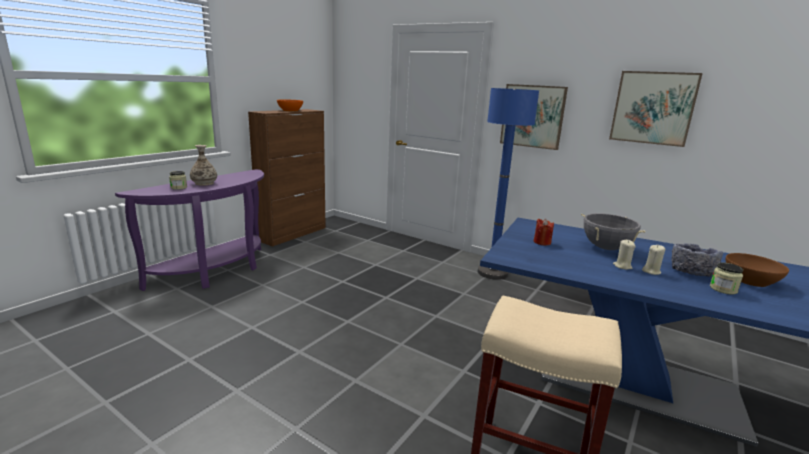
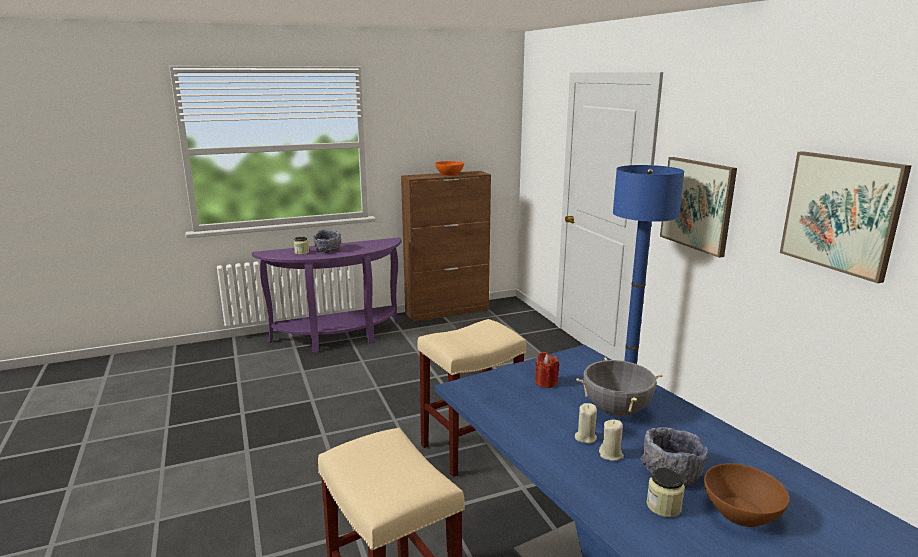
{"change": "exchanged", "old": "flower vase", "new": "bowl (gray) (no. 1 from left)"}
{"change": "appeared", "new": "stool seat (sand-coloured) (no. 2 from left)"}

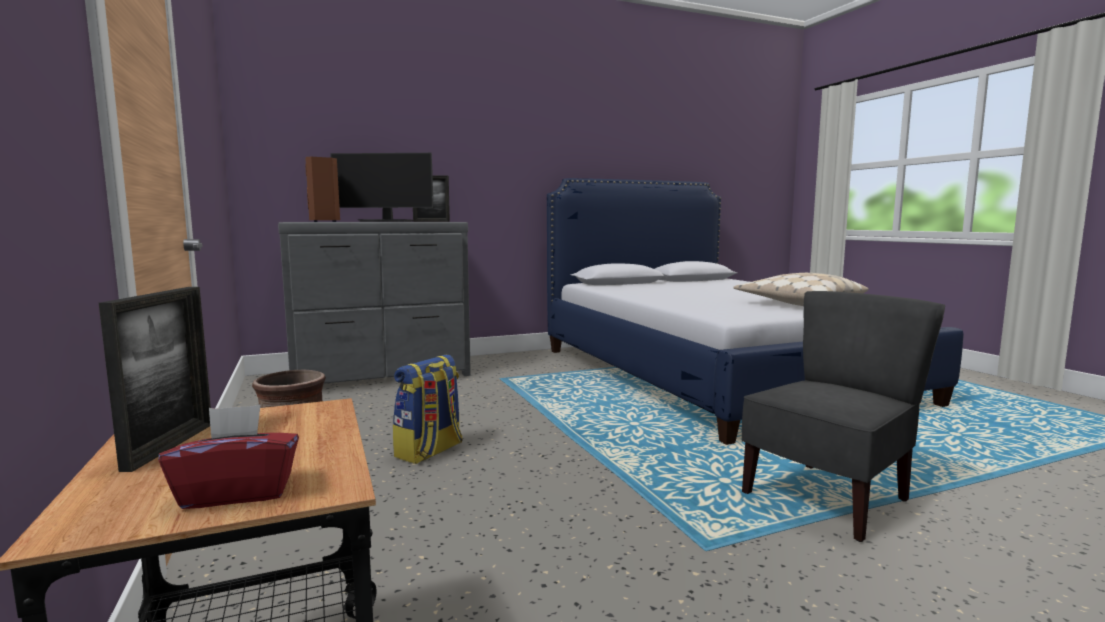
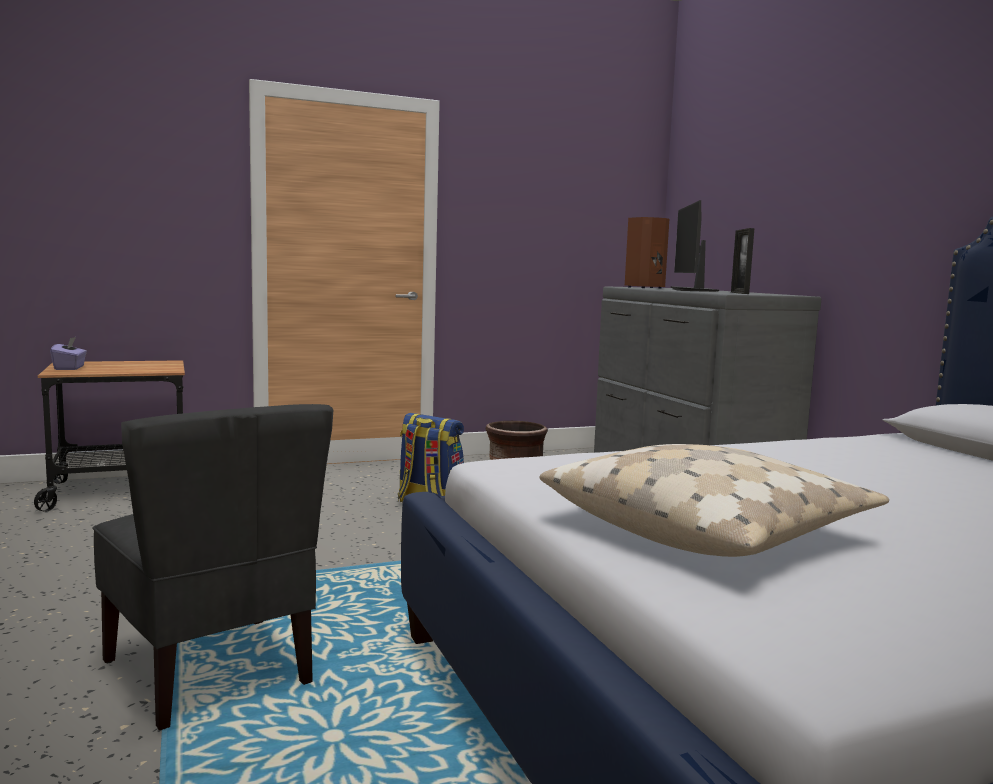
{"change": "missing", "old": "picture frame (no. 1 from left)"}
{"change": "colour", "old": "box of tissues (reddish)", "new": "box of tissues (purplish)"}

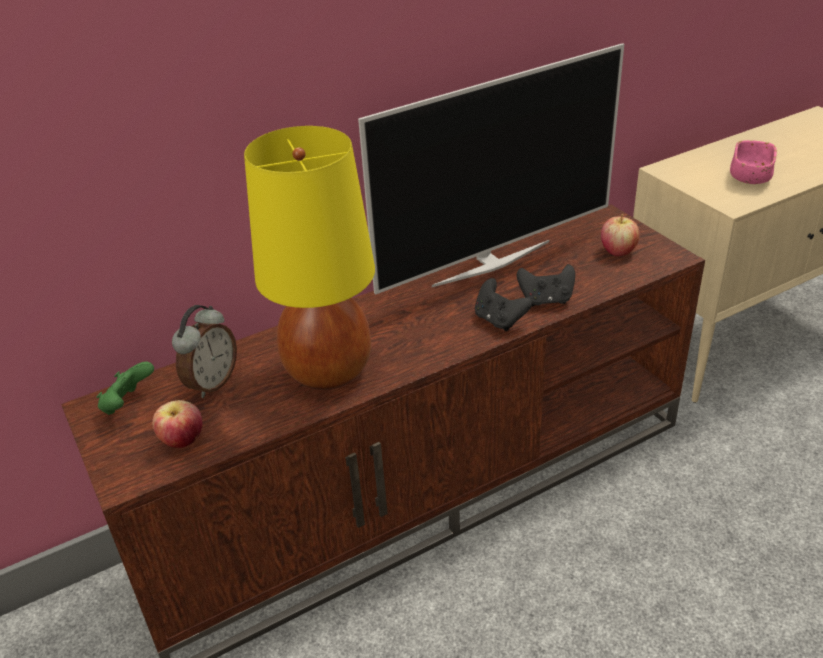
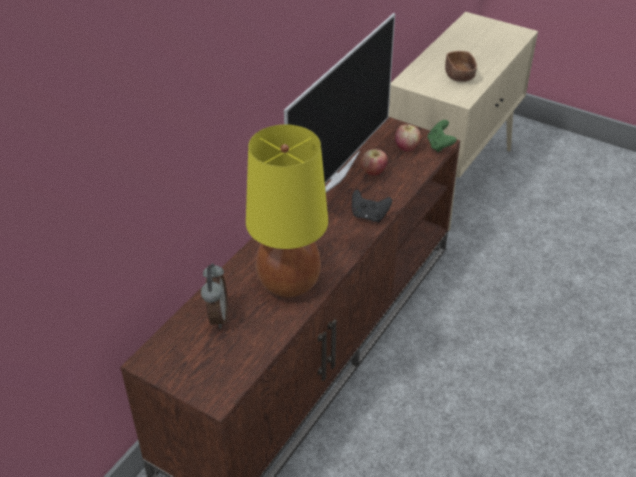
{"change": "colour", "old": "bowl (pinkish)", "new": "bowl (brown-coloured)"}
{"change": "missing", "old": "joypad (black-coloured) (no. 2 from left)"}
{"change": "relocated", "old": "joypad (green)"}
{"change": "relocated", "old": "apple fruit (no. 1 from left)"}

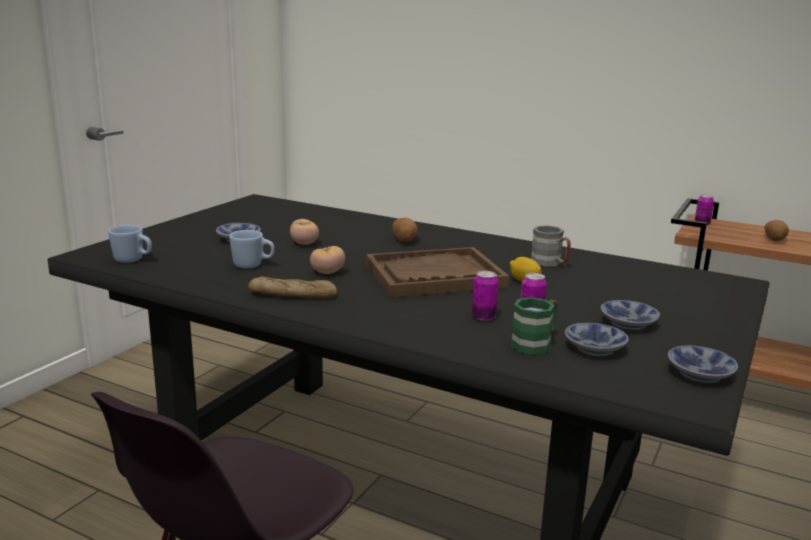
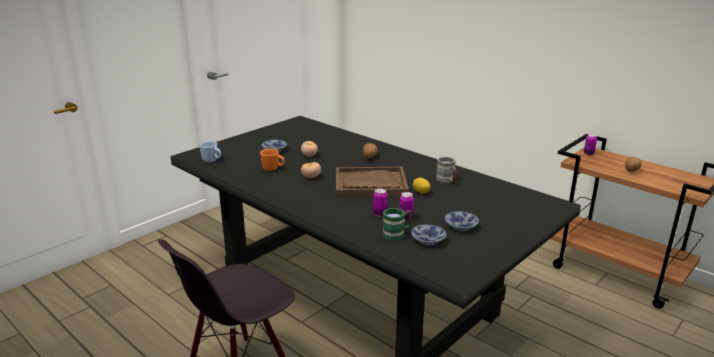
{"change": "colour", "old": "mug (bluish) (no. 2 from left)", "new": "mug (orange)"}
{"change": "missing", "old": "bread"}
{"change": "missing", "old": "bowl (no. 4 from left)"}

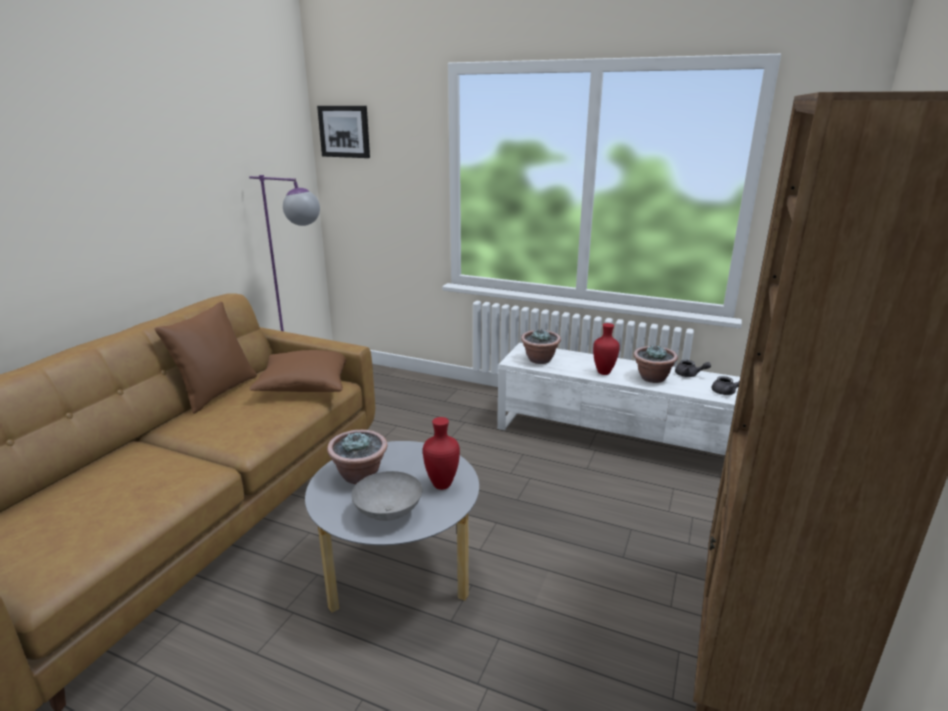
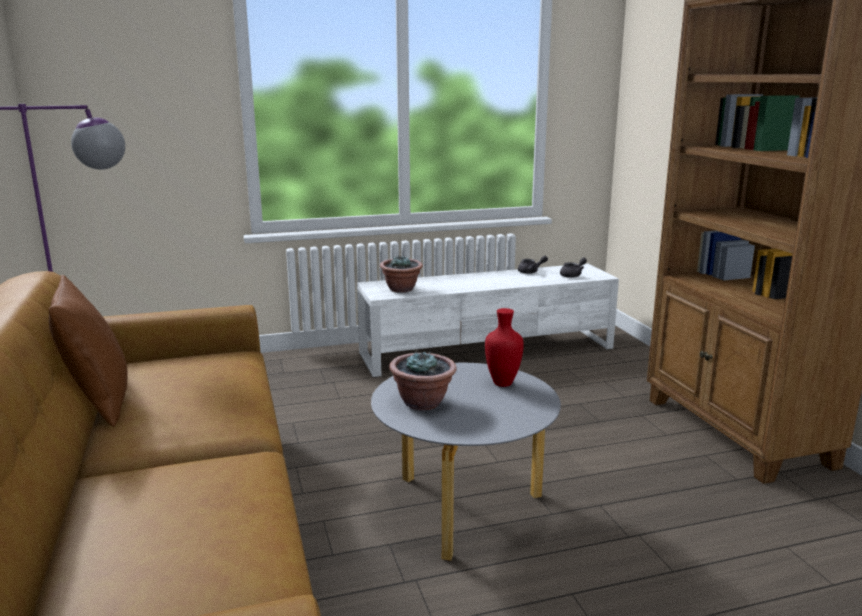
{"change": "missing", "old": "wall art"}
{"change": "missing", "old": "flower vase (reddish) (no. 2 from left)"}
{"change": "missing", "old": "plant in a pot (no. 3 from left)"}
{"change": "missing", "old": "pillow (brown-coloured) (no. 2 from left)"}
{"change": "missing", "old": "bowl (gray)"}

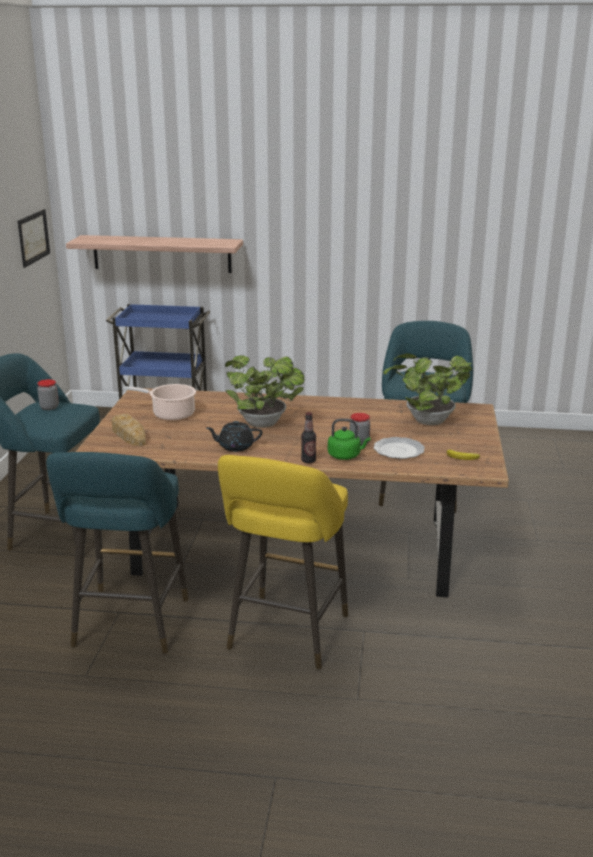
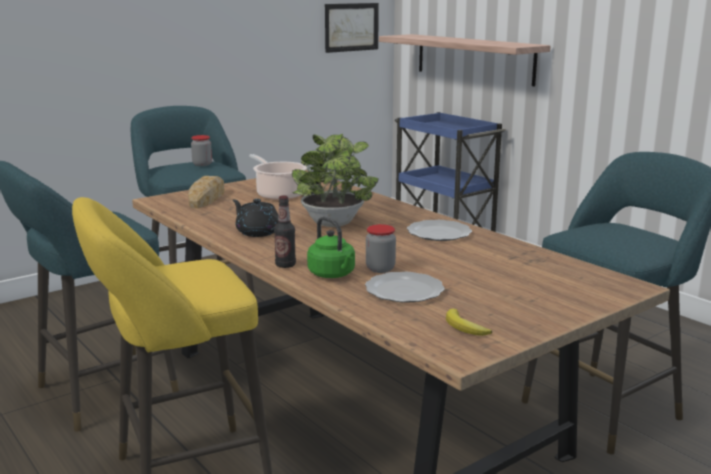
{"change": "missing", "old": "plant in a pot (no. 2 from left)"}
{"change": "appeared", "new": "plate (no. 2 from left)"}

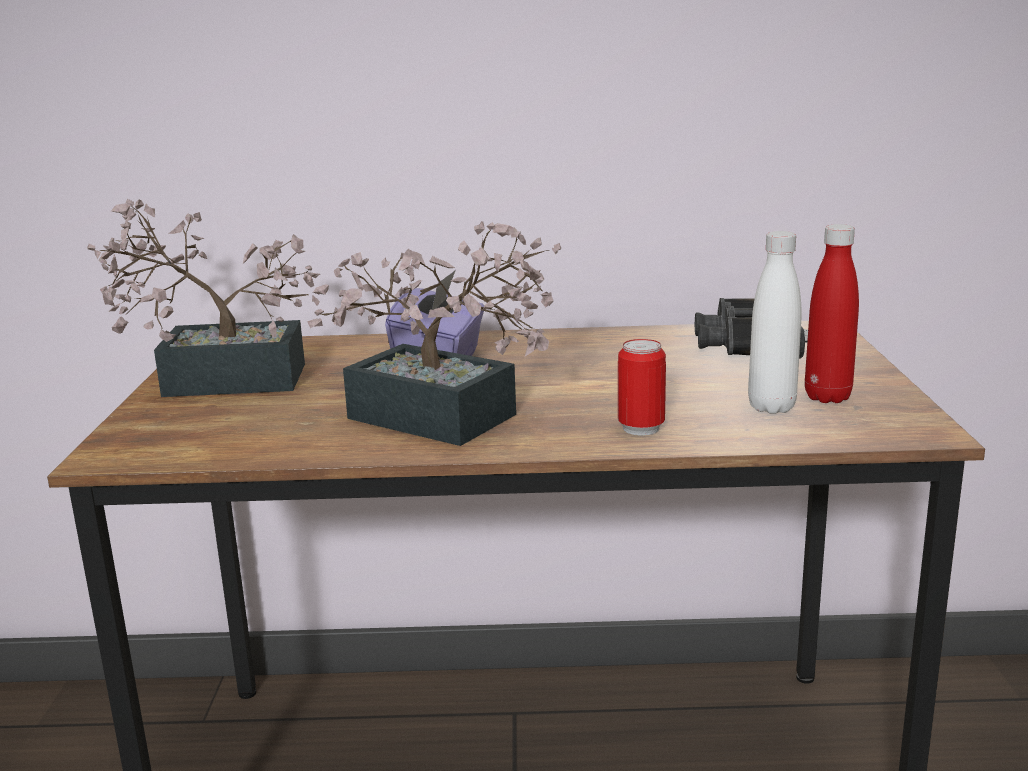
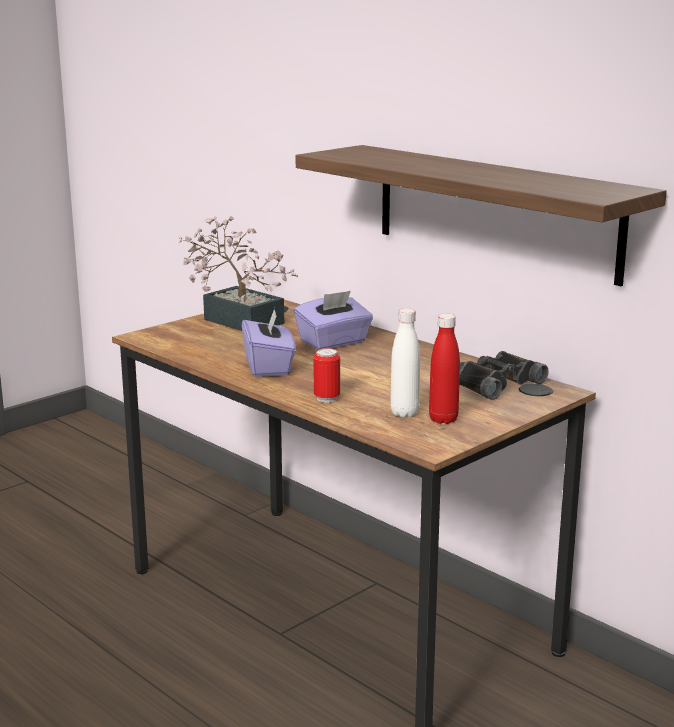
{"change": "exchanged", "old": "plant in a pot (no. 2 from left)", "new": "box of tissues (purplish) (no. 1 from left)"}
{"change": "appeared", "new": "shelf"}

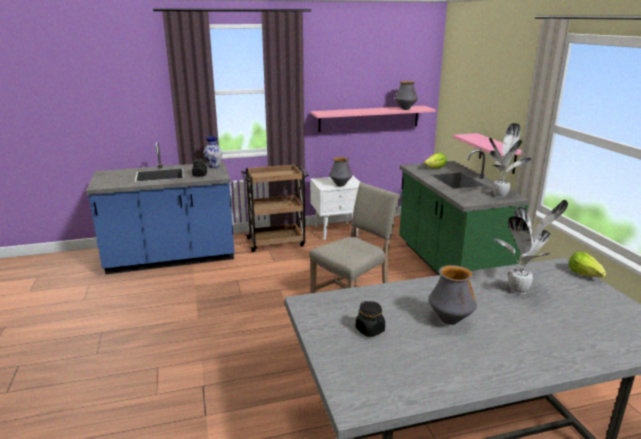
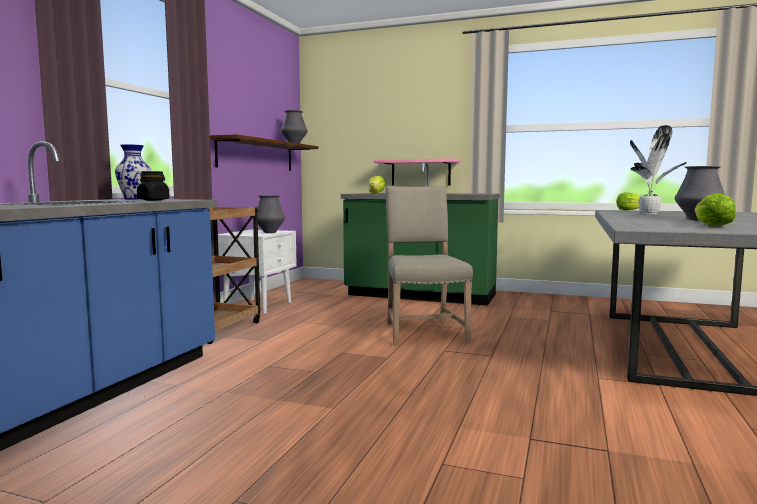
{"change": "colour", "old": "shelf (pinkish) (no. 1 from left)", "new": "shelf (brown-coloured)"}
{"change": "missing", "old": "plant in a pot (no. 1 from left)"}
{"change": "exchanged", "old": "jar (black-coloured) (no. 2 from left)", "new": "lettuce (no. 3 from left)"}

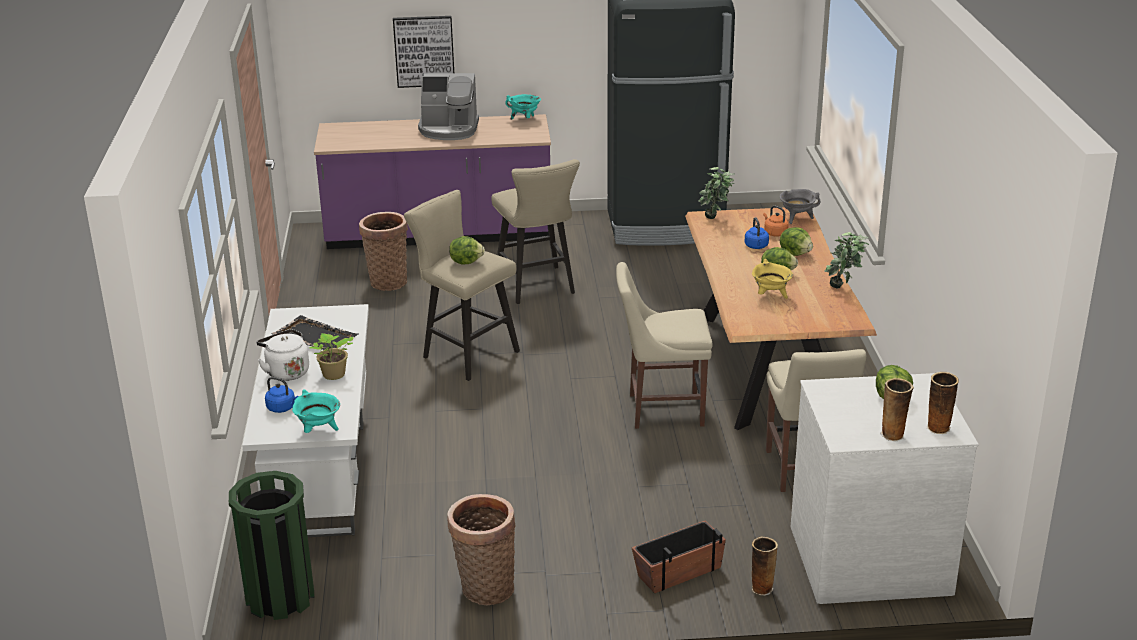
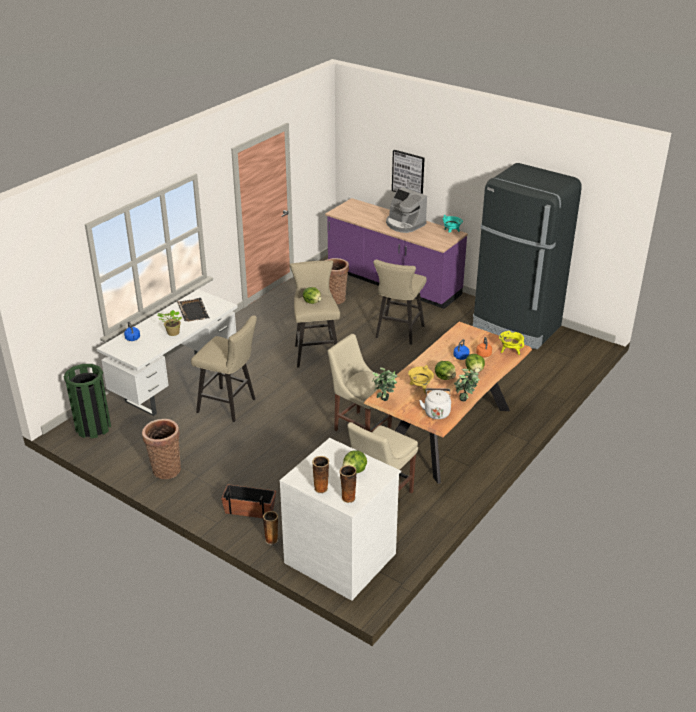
{"change": "relocated", "old": "plant in a pot (no. 2 from left)"}
{"change": "colour", "old": "cooking pot (gray)", "new": "cooking pot (yellow-coloured) (no. 2 from left)"}
{"change": "relocated", "old": "water kettle (white-coloured)"}
{"change": "missing", "old": "cooking pot (blue-green) (no. 1 from left)"}
{"change": "appeared", "new": "stool seat (sand-coloured) (no. 1 from left)"}

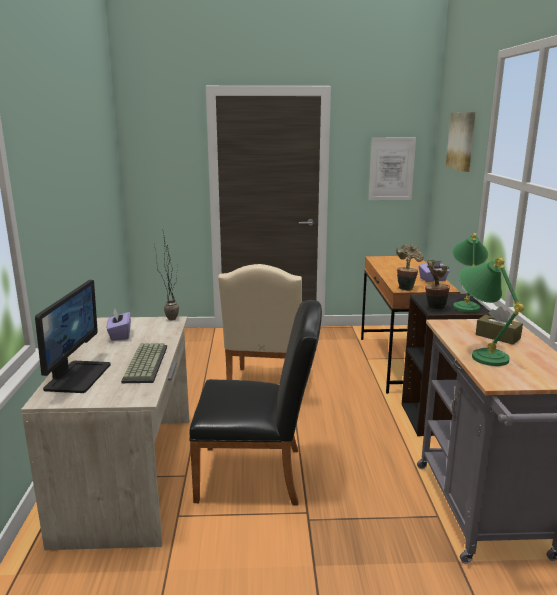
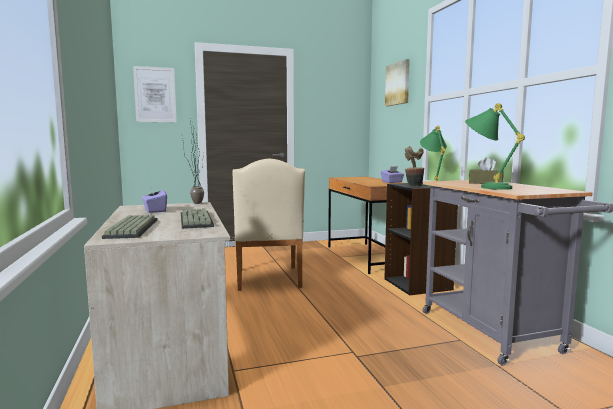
{"change": "relocated", "old": "wall art (no. 1 from left)"}
{"change": "missing", "old": "plant in a pot (no. 2 from left)"}
{"change": "exchanged", "old": "computer display", "new": "computer keyboard (no. 1 from left)"}
{"change": "missing", "old": "chair (black-coloured)"}

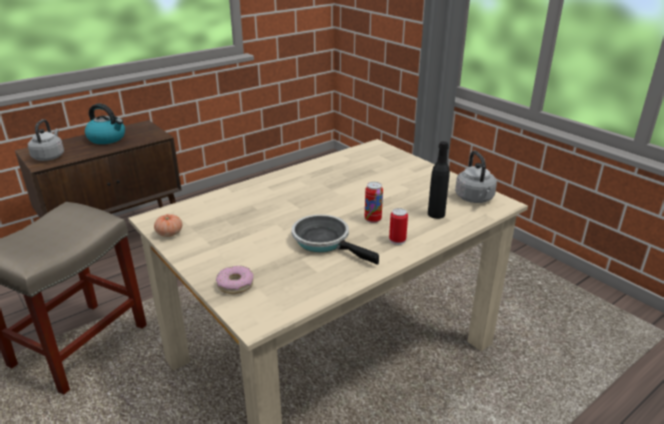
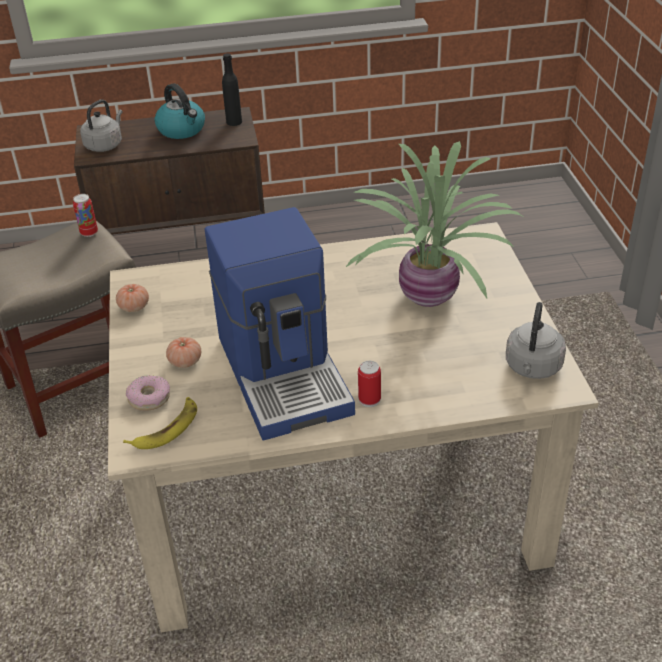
{"change": "relocated", "old": "drink bottle (black-coloured)"}
{"change": "relocated", "old": "can (no. 1 from left)"}
{"change": "exchanged", "old": "frying pan", "new": "coffee brewer"}
{"change": "appeared", "new": "plant in a pot"}
{"change": "appeared", "new": "whole tomato (no. 2 from left)"}
{"change": "appeared", "new": "banana fruit"}

